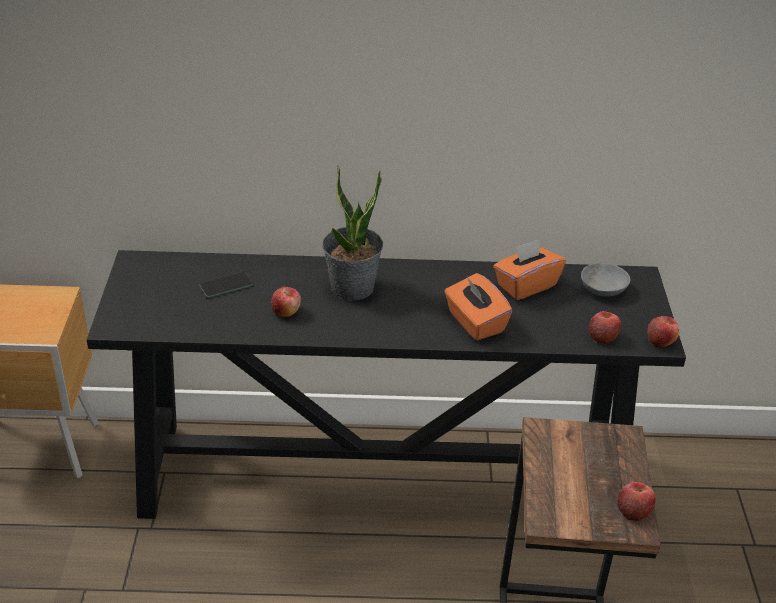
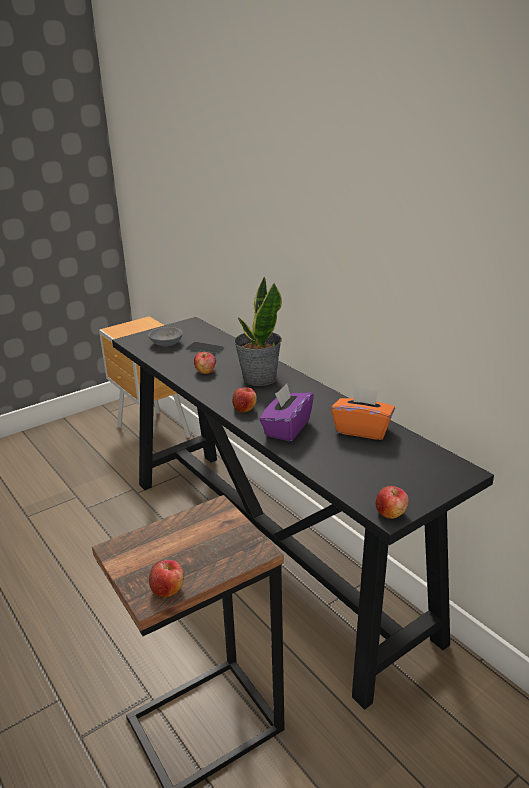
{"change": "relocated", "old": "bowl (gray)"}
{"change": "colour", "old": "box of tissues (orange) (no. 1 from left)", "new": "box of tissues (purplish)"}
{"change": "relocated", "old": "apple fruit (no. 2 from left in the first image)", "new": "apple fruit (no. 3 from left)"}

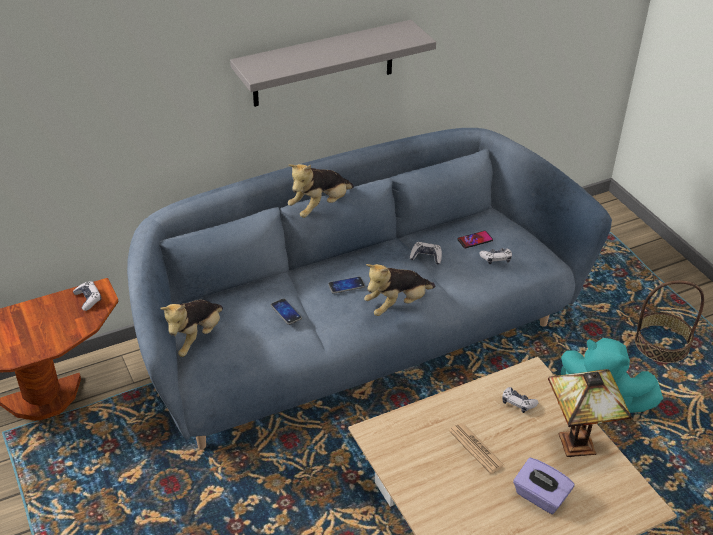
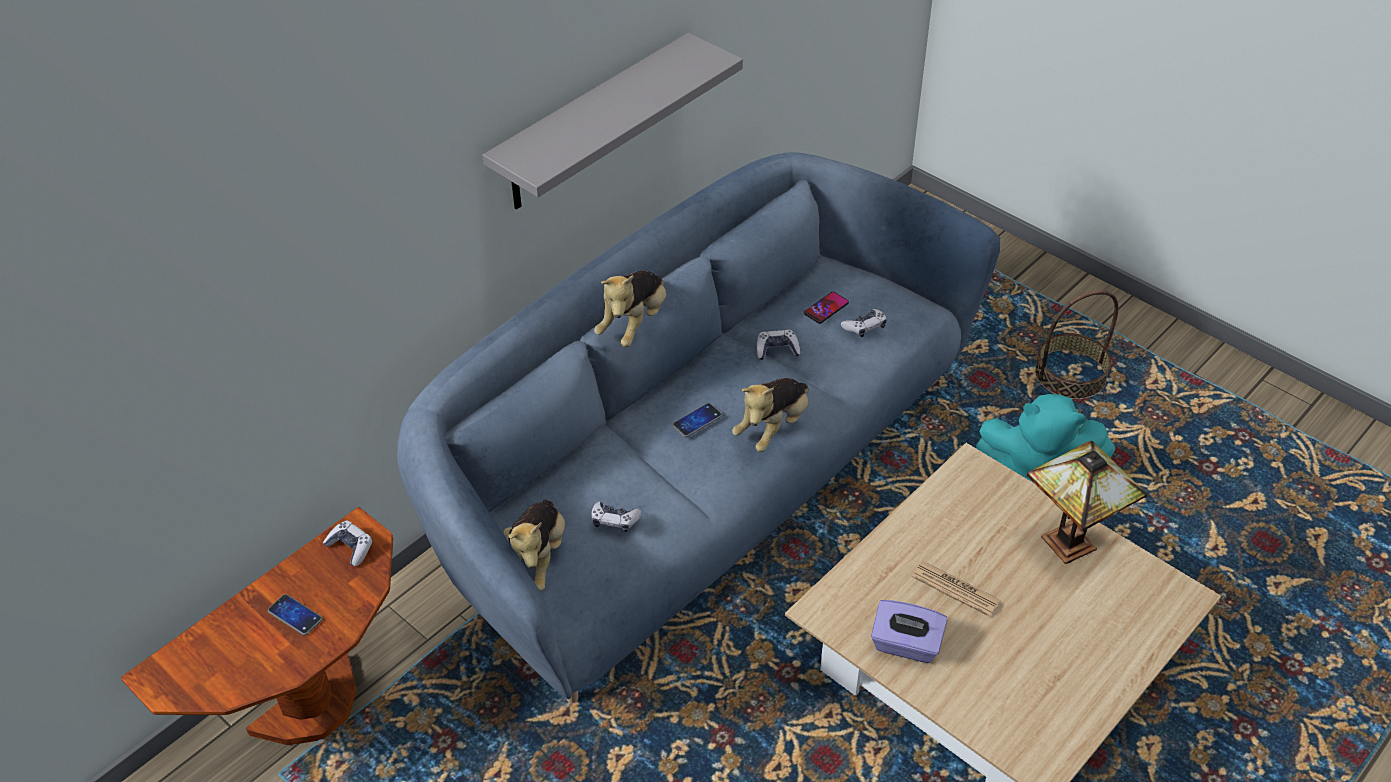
{"change": "relocated", "old": "handset (no. 1 from left)"}
{"change": "relocated", "old": "joypad (no. 4 from left in the first image)", "new": "joypad (no. 2 from left)"}
{"change": "relocated", "old": "box of tissues (purplish)"}

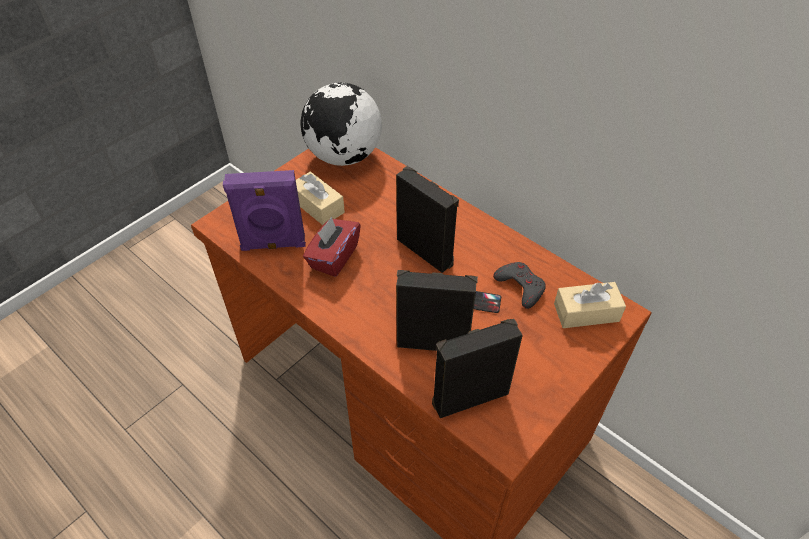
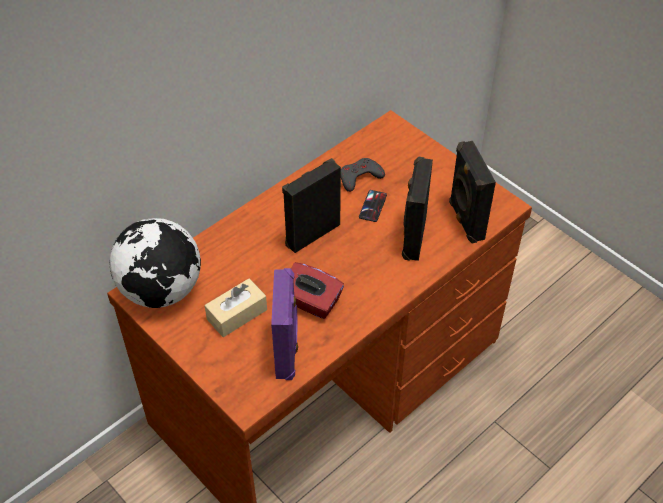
{"change": "missing", "old": "box of tissues (sand-coloured) (no. 2 from left)"}

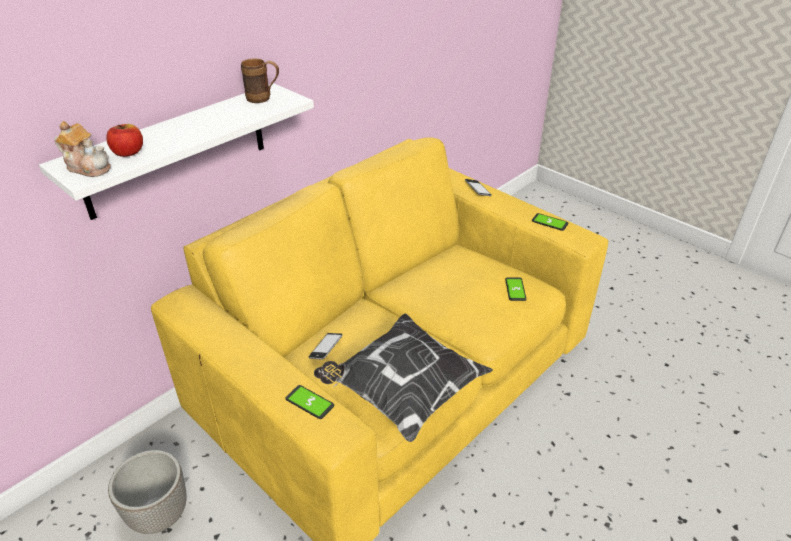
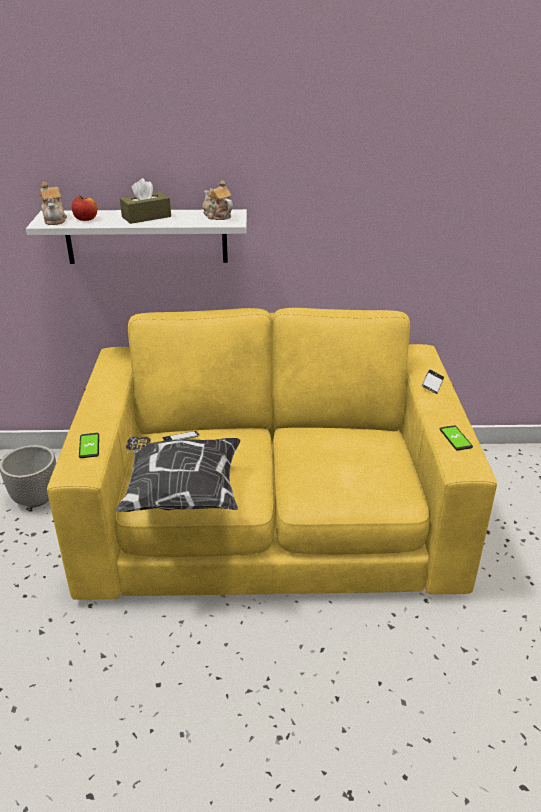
{"change": "exchanged", "old": "mug (brown-coloured)", "new": "teapot (no. 2 from left)"}
{"change": "missing", "old": "handset (no. 4 from left)"}
{"change": "appeared", "new": "box of tissues (brown-coloured)"}

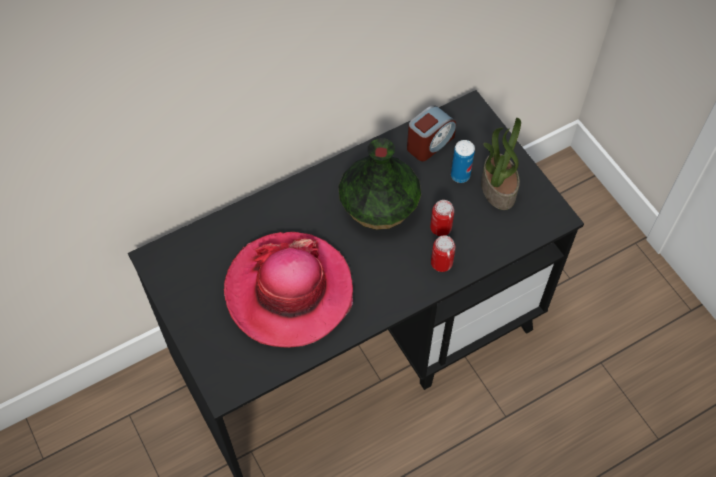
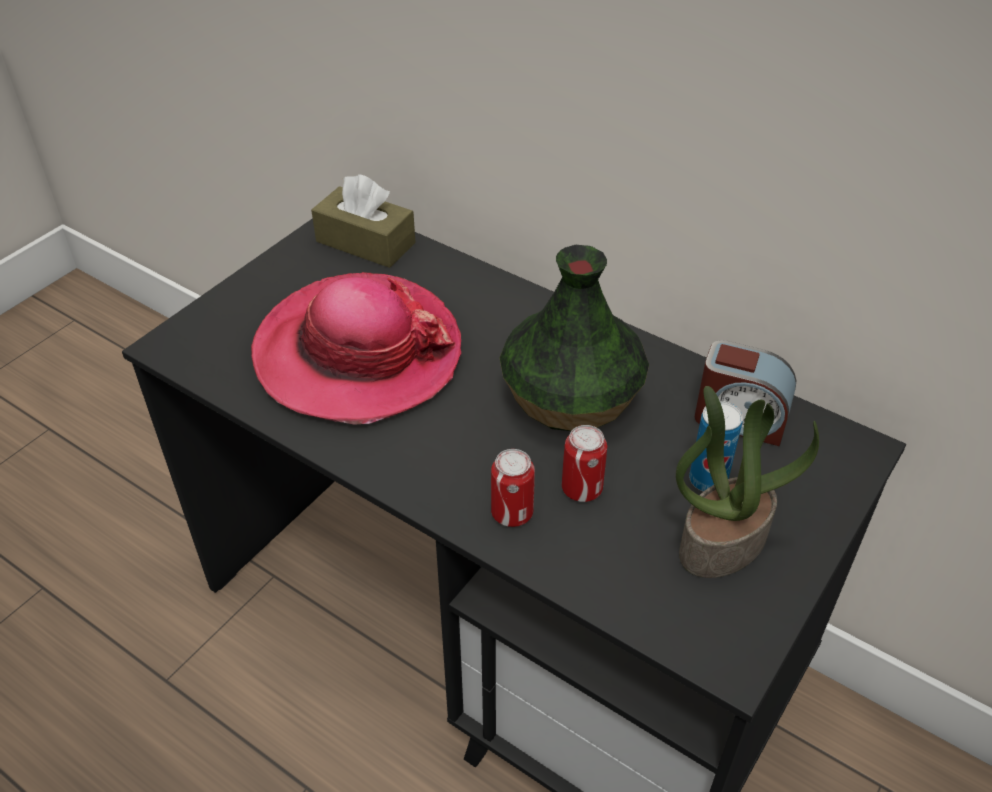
{"change": "appeared", "new": "box of tissues (brown-coloured)"}

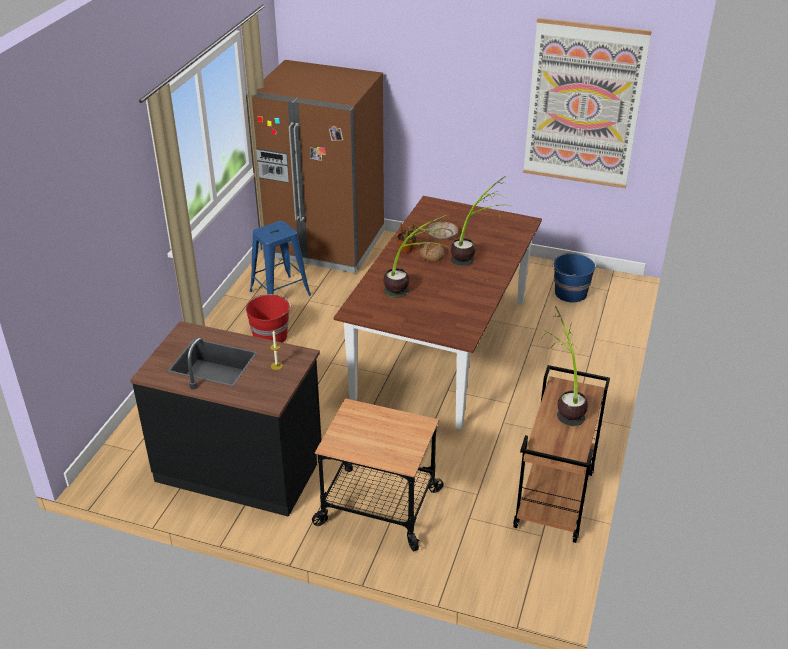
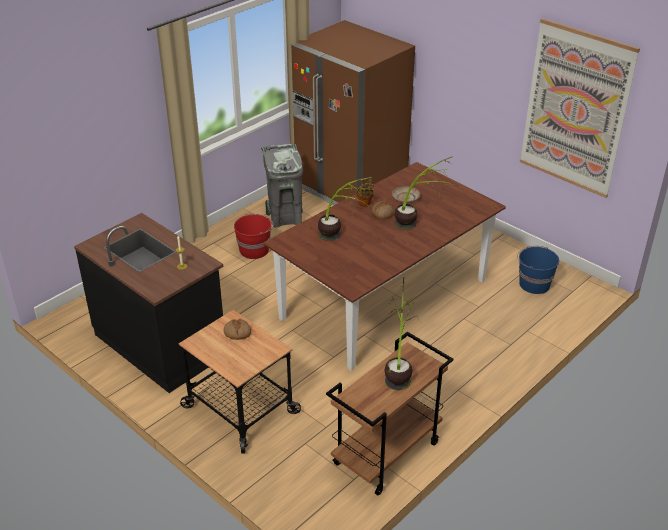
{"change": "exchanged", "old": "stool seat (bluish)", "new": "trash can (gray)"}
{"change": "appeared", "new": "bread (no. 1 from left)"}

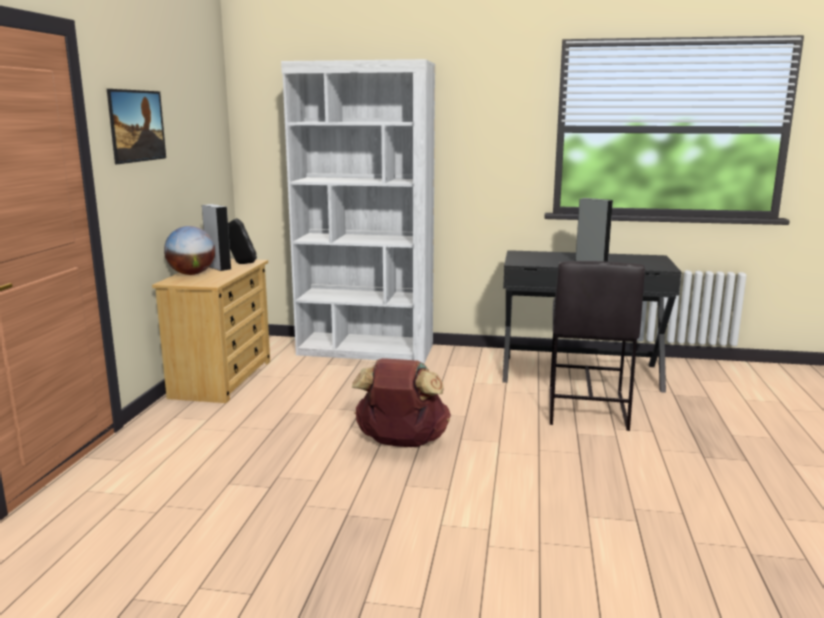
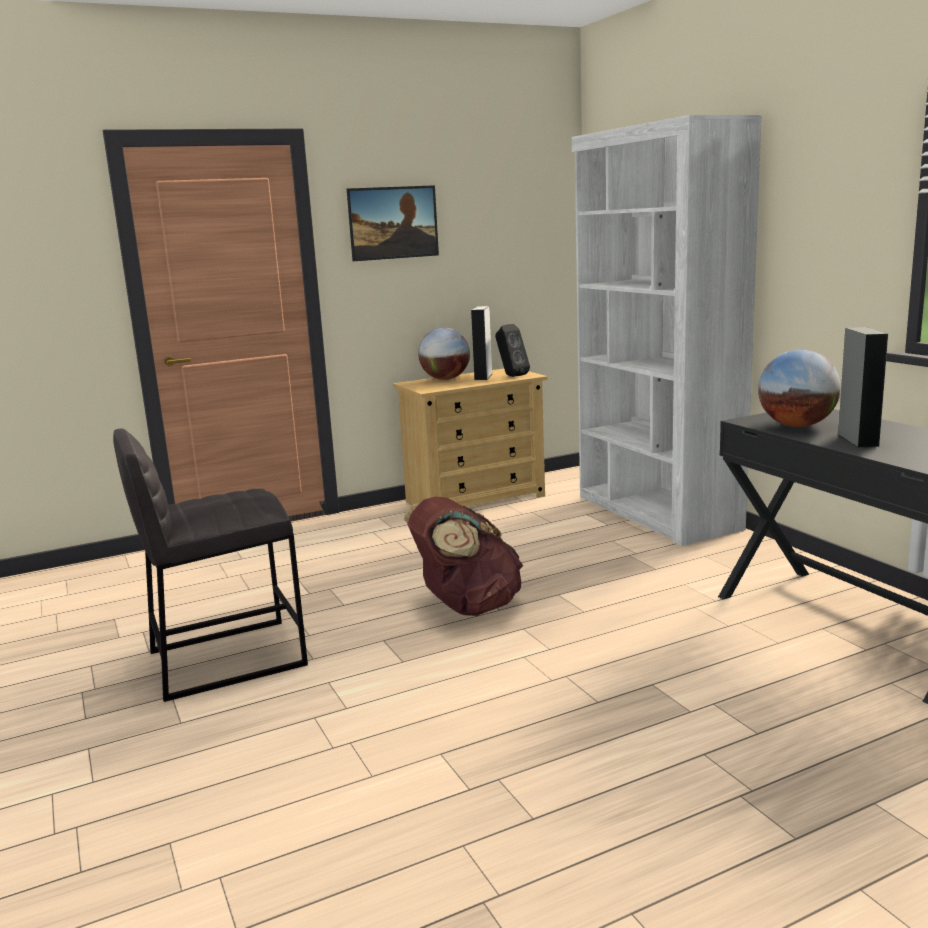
{"change": "relocated", "old": "stool seat (gray)"}
{"change": "appeared", "new": "world globe (no. 2 from left)"}

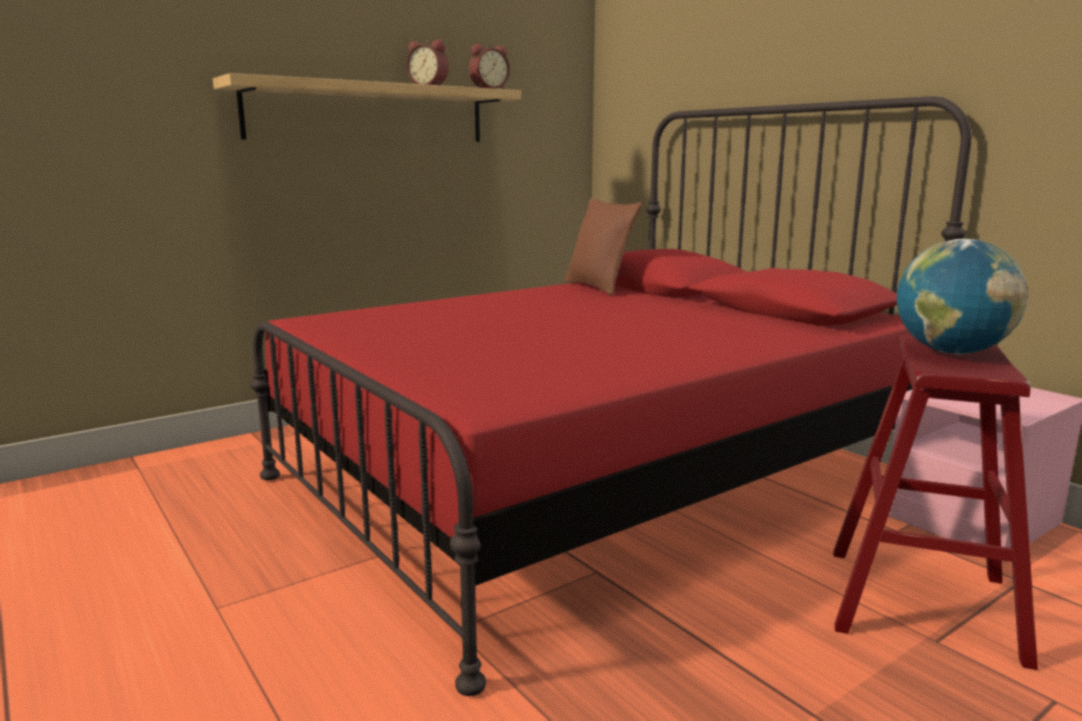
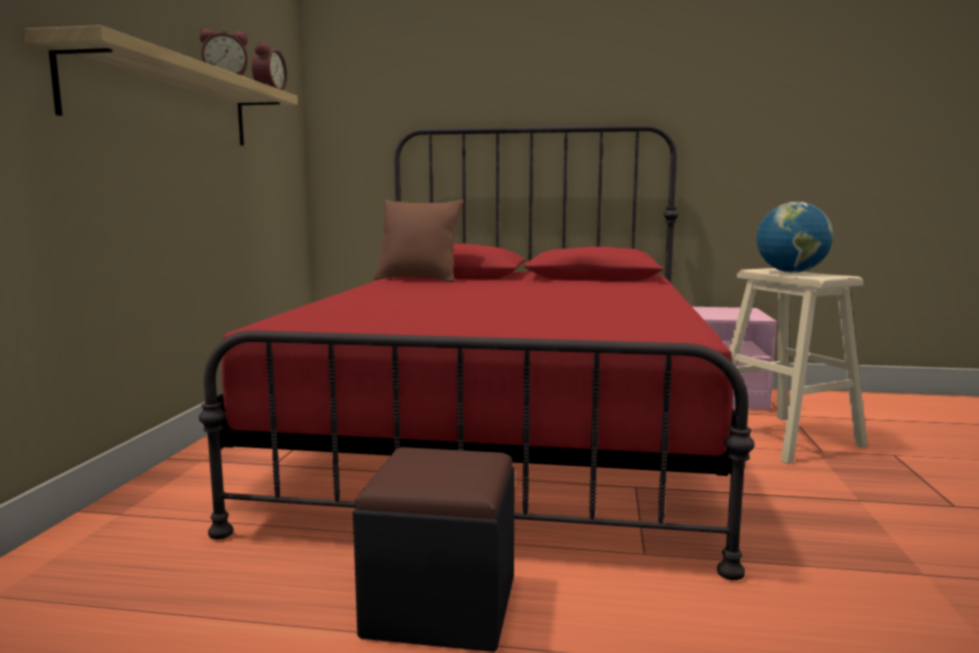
{"change": "colour", "old": "stool seat (reddish)", "new": "stool seat (sand-coloured)"}
{"change": "appeared", "new": "footrest (black-coloured)"}

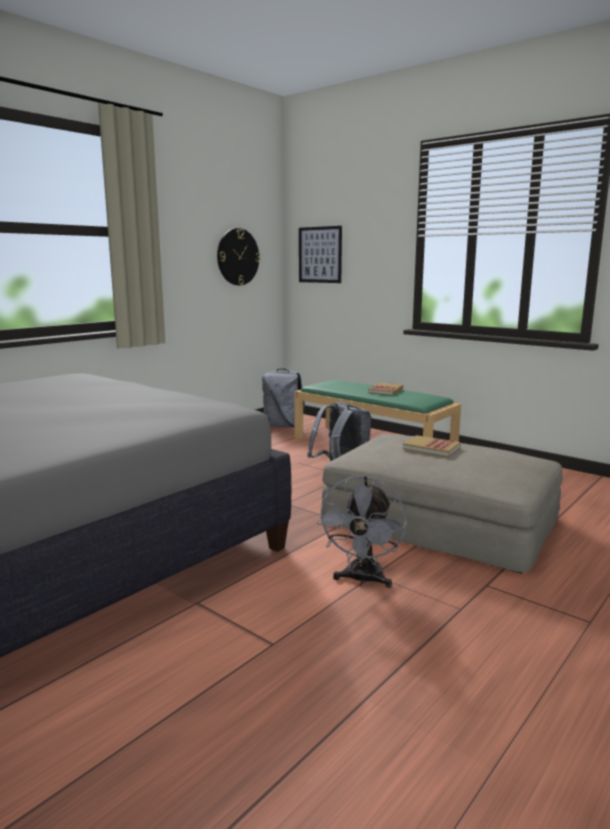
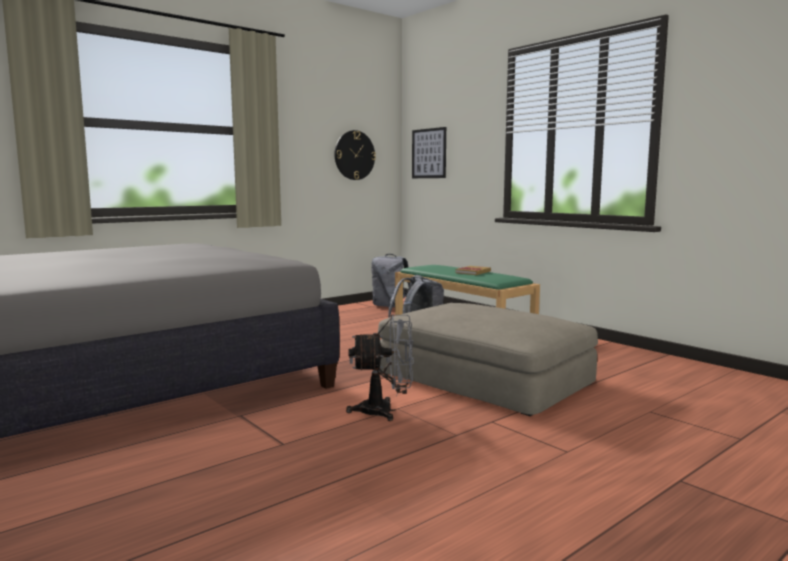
{"change": "missing", "old": "book (no. 2 from left)"}
{"change": "spun", "old": "cooling fan (gray)", "degrees": -120}

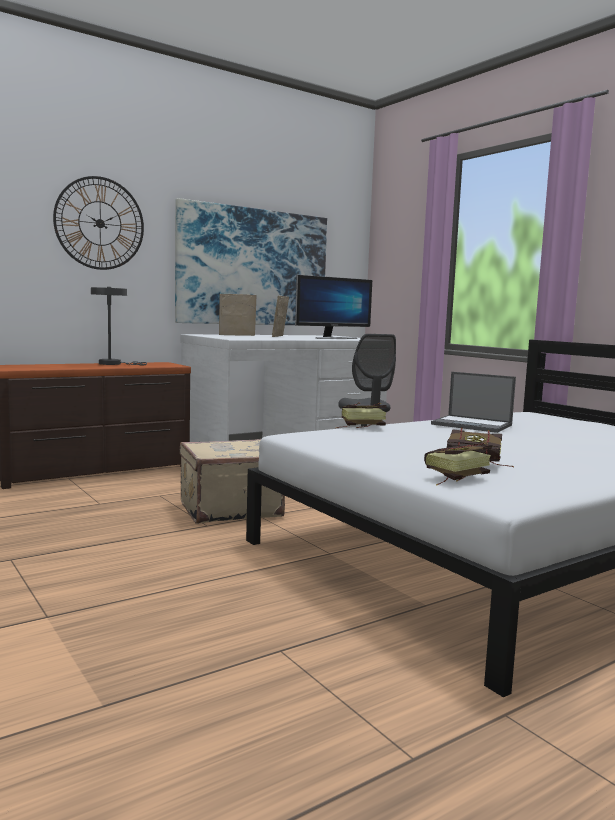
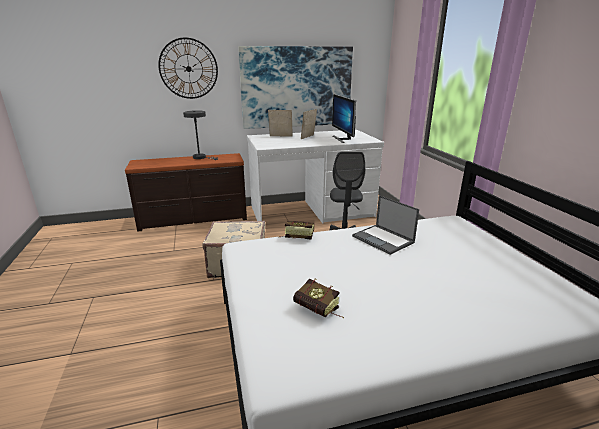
{"change": "spun", "old": "computer display", "degrees": 90}
{"change": "missing", "old": "book (no. 2 from left)"}

